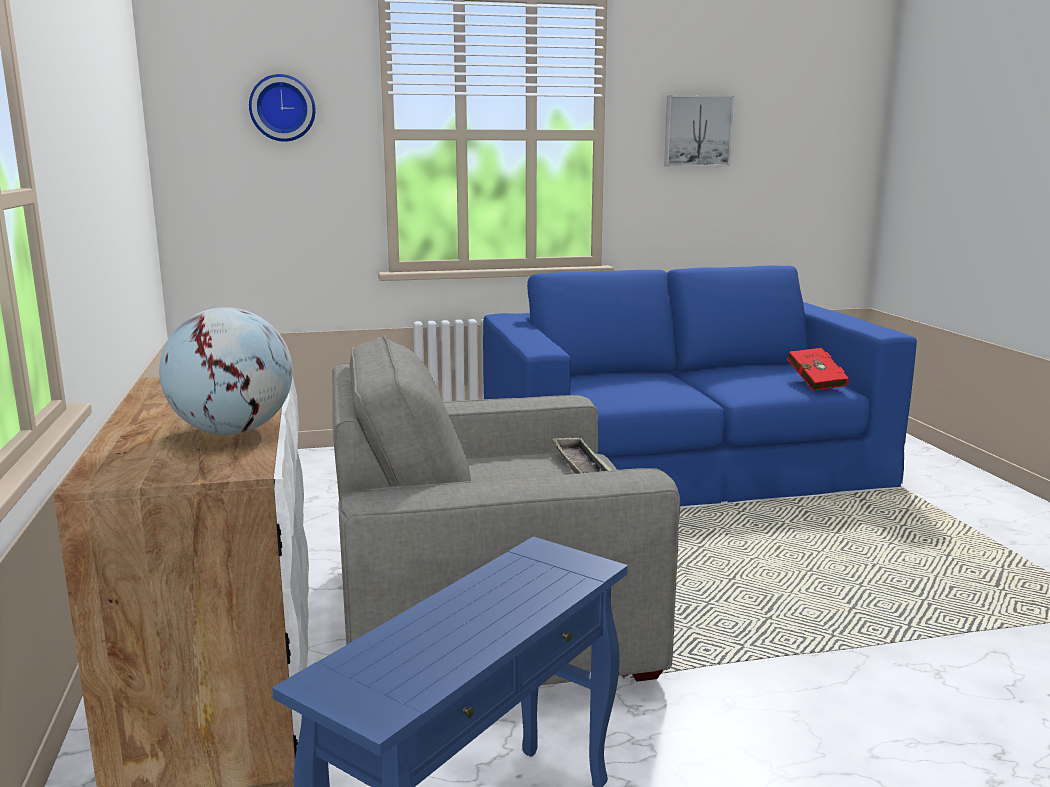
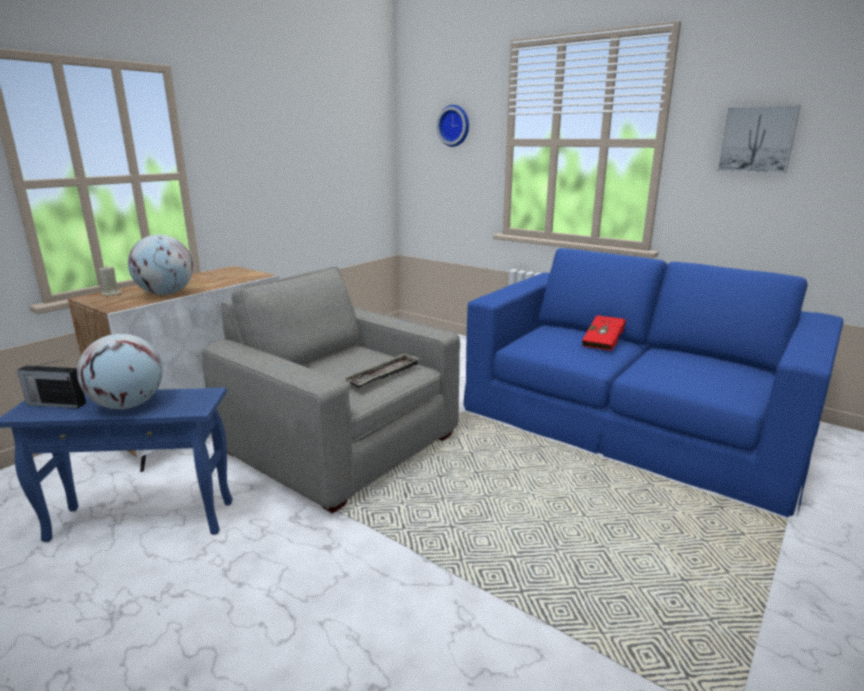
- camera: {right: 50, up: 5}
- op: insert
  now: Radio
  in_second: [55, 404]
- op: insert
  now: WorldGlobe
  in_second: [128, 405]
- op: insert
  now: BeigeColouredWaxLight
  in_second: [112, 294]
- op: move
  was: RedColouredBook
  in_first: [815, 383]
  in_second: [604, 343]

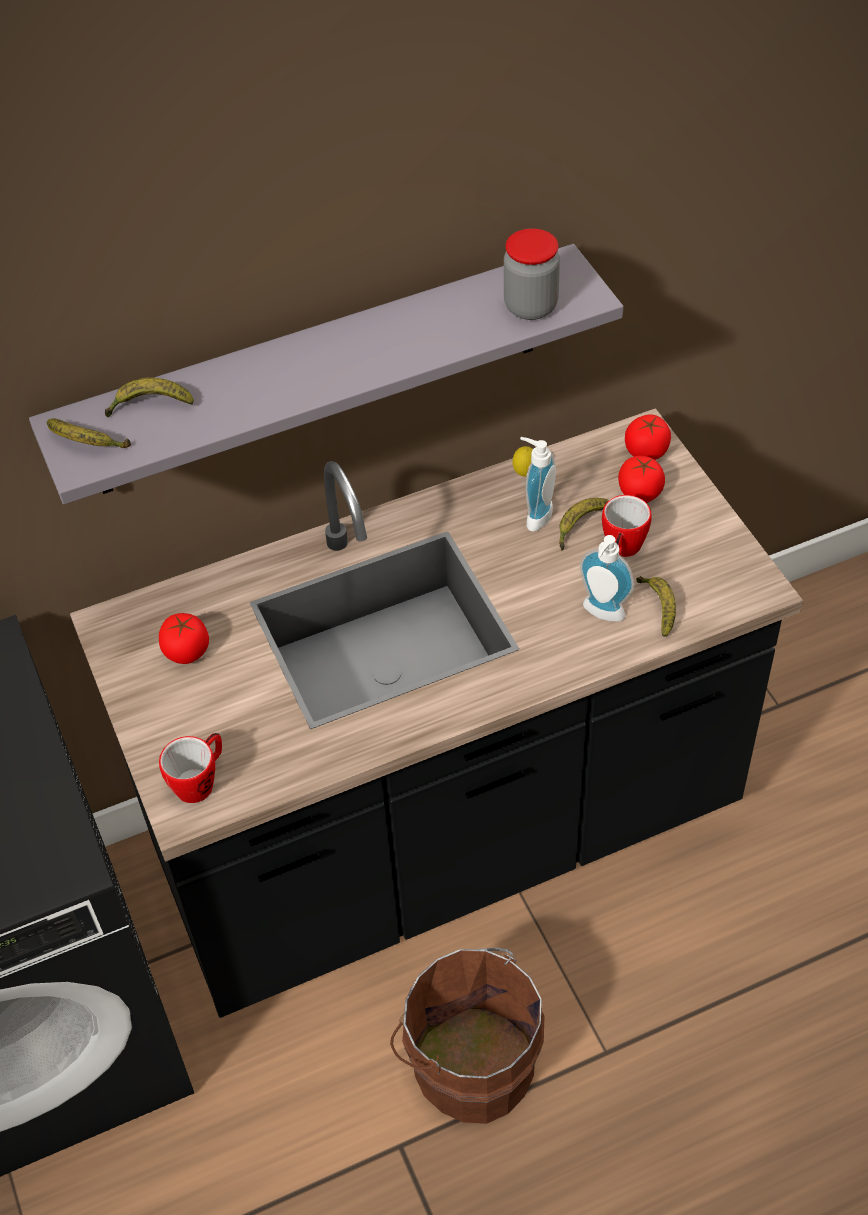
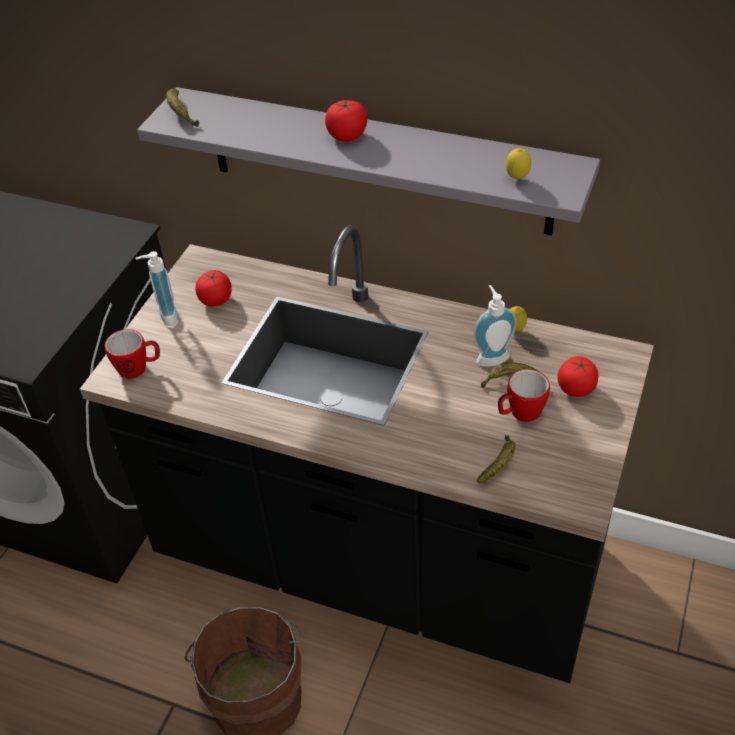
- camera: {right: 45, up: -5}
- op: delete
  was: BananaFruit
  in_first: [149, 405]
- op: move
  was: SoapBottle
  in_first: [601, 614]
  in_second: [165, 316]
- op: move
  was: Tomato
  in_first: [646, 451]
  in_second: [347, 135]
- op: replace
  was: StorageJar
  now: Lemon
  in_first: [530, 306]
  in_second: [517, 179]

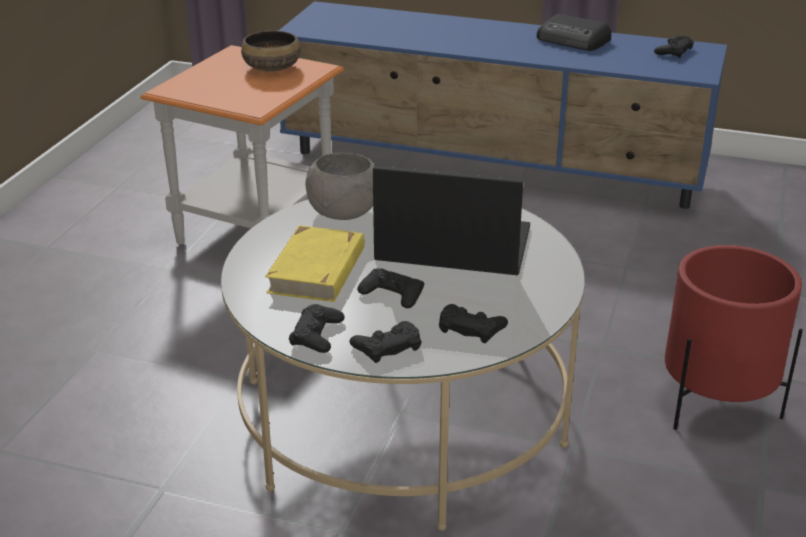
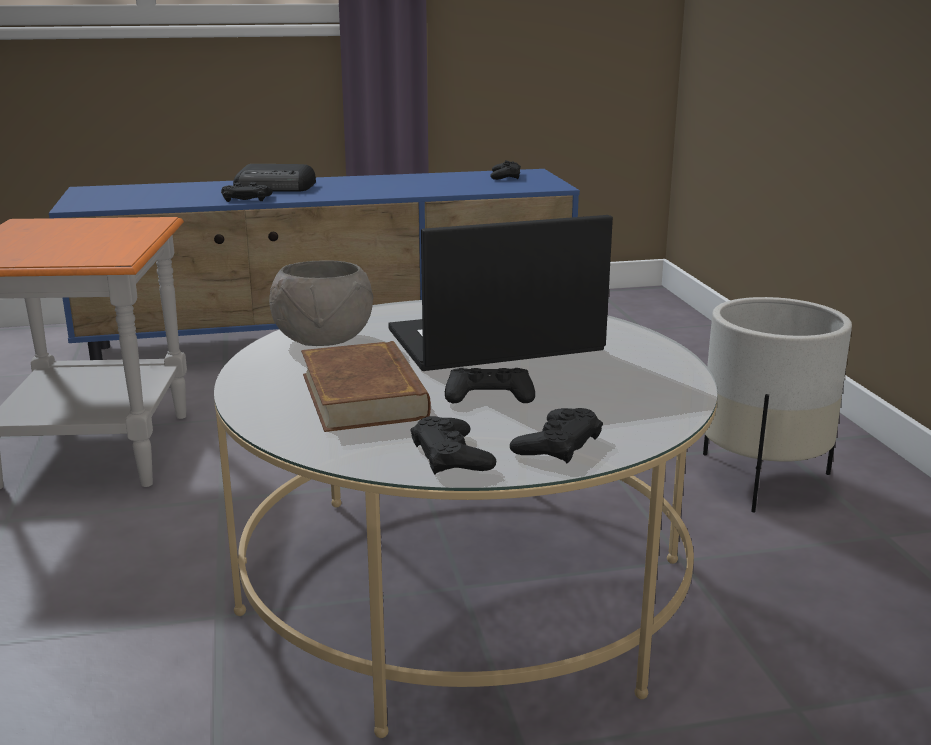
- camera: {right: -30, up: -10}
- op: delete
  was: DeepDish
  in_first: [271, 68]
- op: move
  was: BlackishJoypad
  in_first: [471, 328]
  in_second: [246, 198]
- op: move
  was: Radio
  in_first: [573, 40]
  in_second: [276, 187]
- op: recolor
  was: YellowColouredBook
  now: BrownColouredBook
  in_first: [318, 270]
  in_second: [364, 395]
- op: recolor
  was: RedColouredPlantPot
  now: WhiteColouredPlantPot
  in_first: [716, 403]
  in_second: [761, 479]

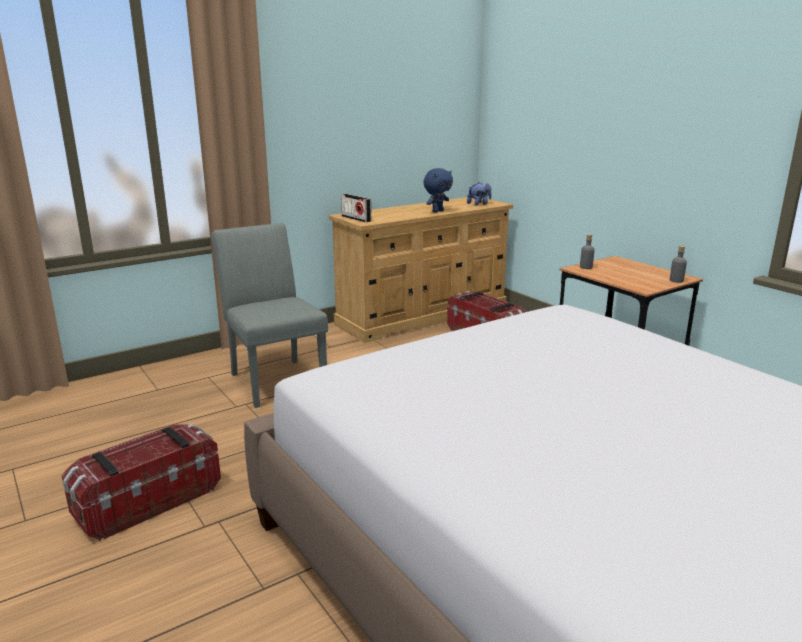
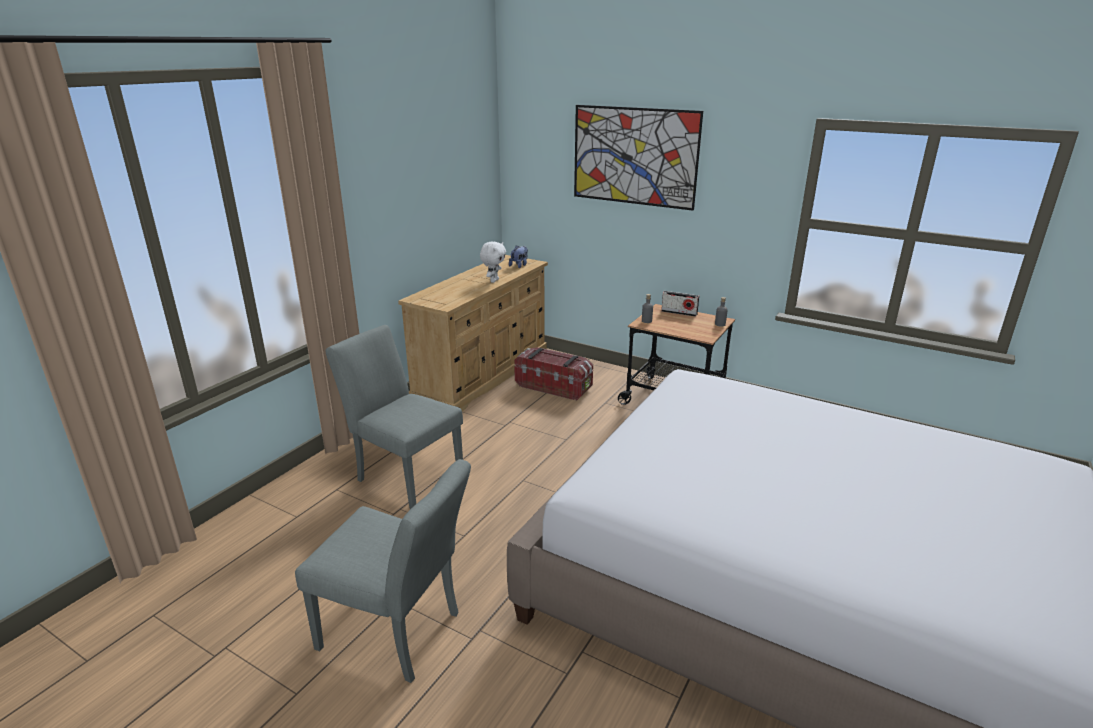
- camera: {right: -25, up: 5}
- op: insert
  now: WallArt
  in_second: [634, 156]
- op: move
  was: Radio
  in_first: [356, 219]
  in_second: [679, 313]
- op: replace
  was: StorageBox
  now: GrayChair
  in_first: [147, 501]
  in_second: [399, 634]
- op: recolor
  was: BlueColouredCuddlyToy
  now: WhiteColouredCuddlyToy
  in_first: [437, 211]
  in_second: [493, 281]

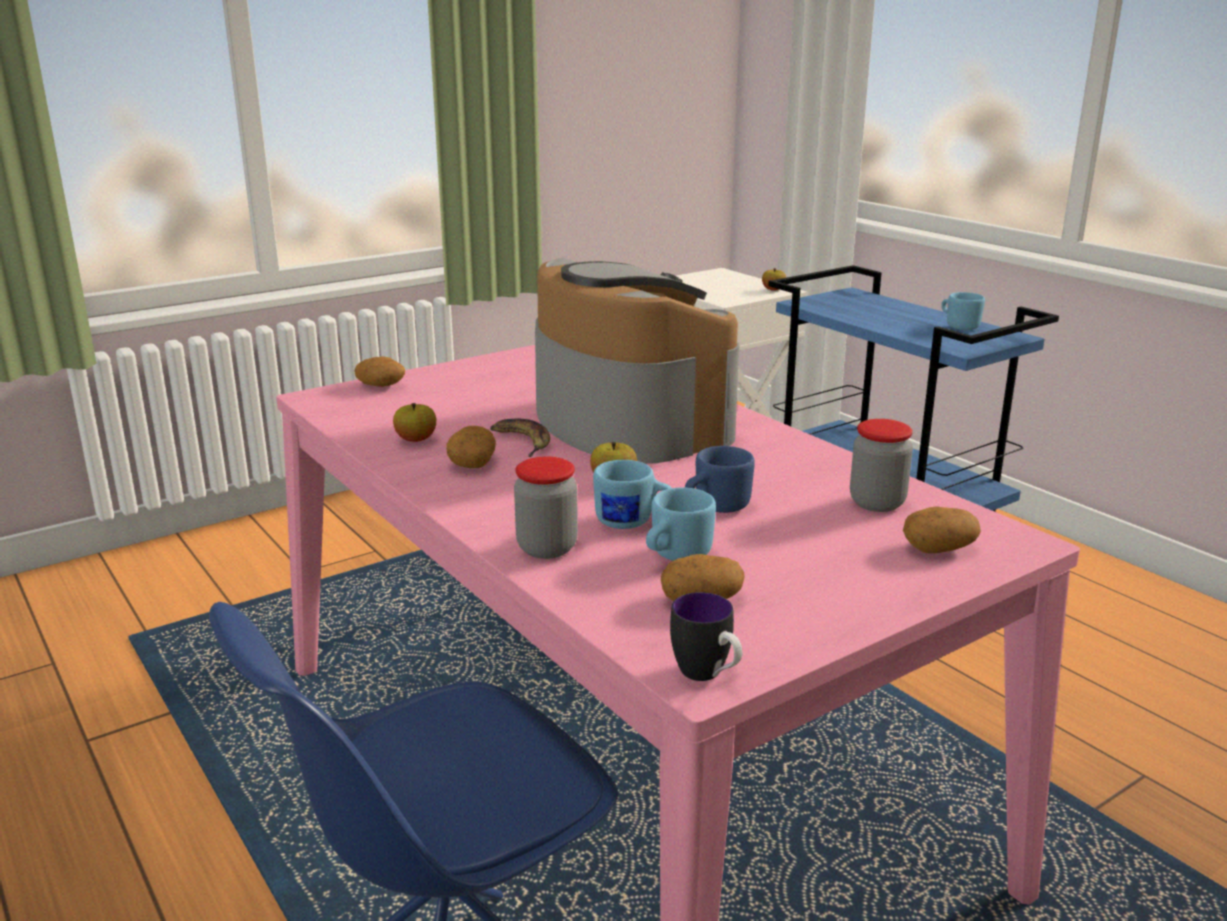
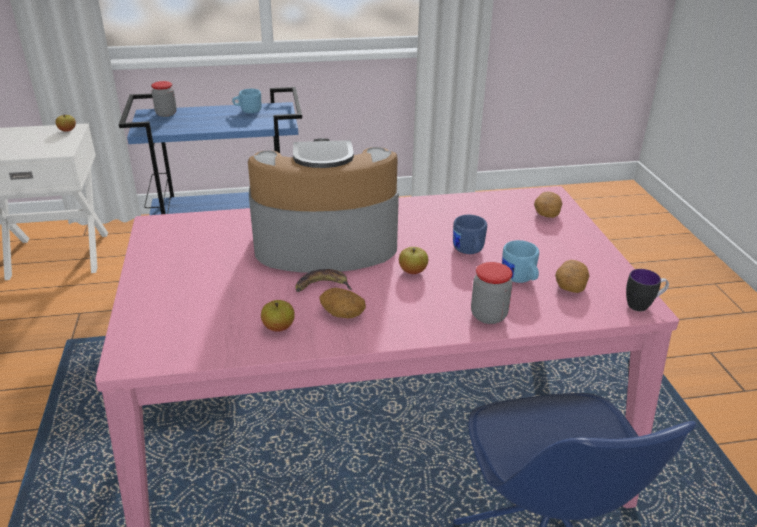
- camera: {right: -65, up: 10}
- op: delete
  was: Spud
  in_first: [382, 385]
- op: delete
  was: BlueColouredMug
  in_first: [633, 522]
- op: move
  was: StorageJar
  in_first: [877, 503]
  in_second: [166, 114]

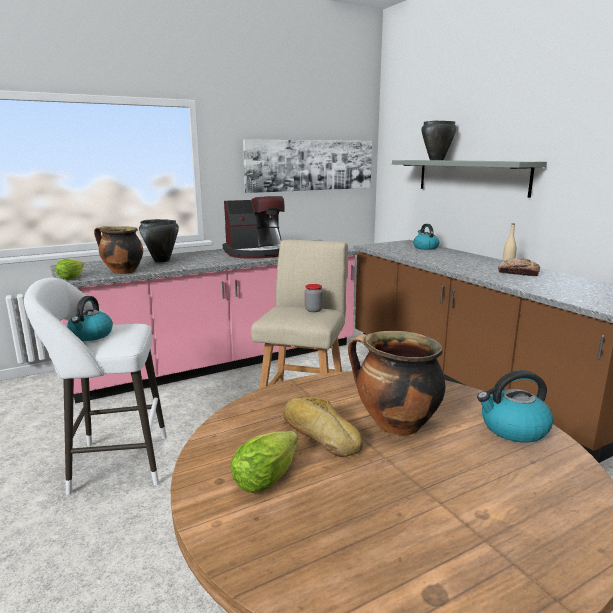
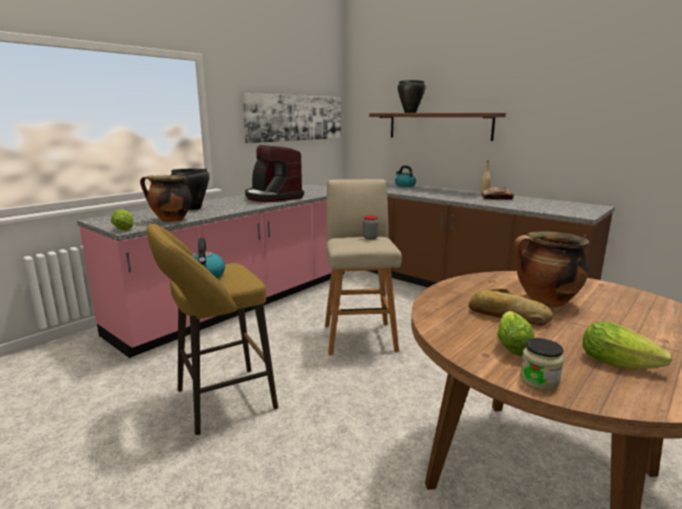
- camera: {right: -20, up: 0}
- op: delete
  was: Kettle
  in_first: [513, 429]
- op: insert
  now: StorageJar
  in_second: [539, 380]
- op: insert
  now: Lettuce
  in_second: [622, 364]
- op: recolor
  was: WhiteColouredStool
  now: YellowColouredStool
  in_first: [113, 464]
  in_second: [219, 400]
- op: recolor
  was: GrayWallShelf
  now: BrownColouredWallShelf
  in_first: [471, 176]
  in_second: [439, 126]
- op: rotate
  was: CoffeeBrewer
  in_first: [256, 253]
  in_second: [272, 197]
  clockwise: 90

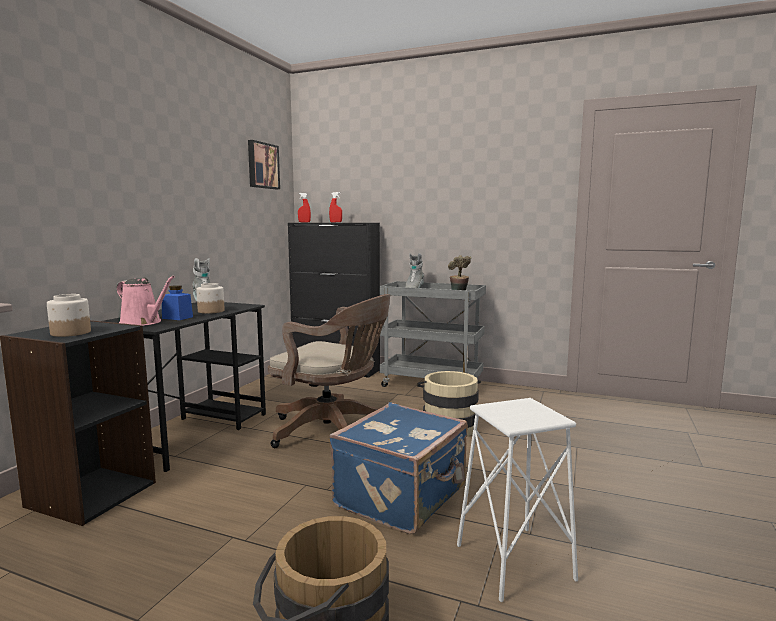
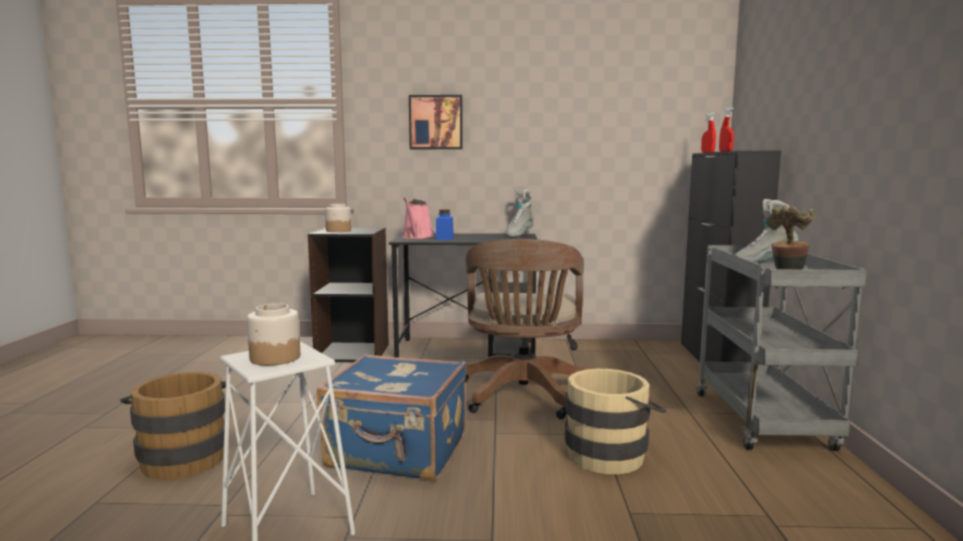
- camera: {right: 70, up: 0}
- op: move
  was: StorageJar
  in_first: [210, 311]
  in_second: [275, 358]
- op: move
  was: WallArt
  in_first: [262, 165]
  in_second: [436, 122]

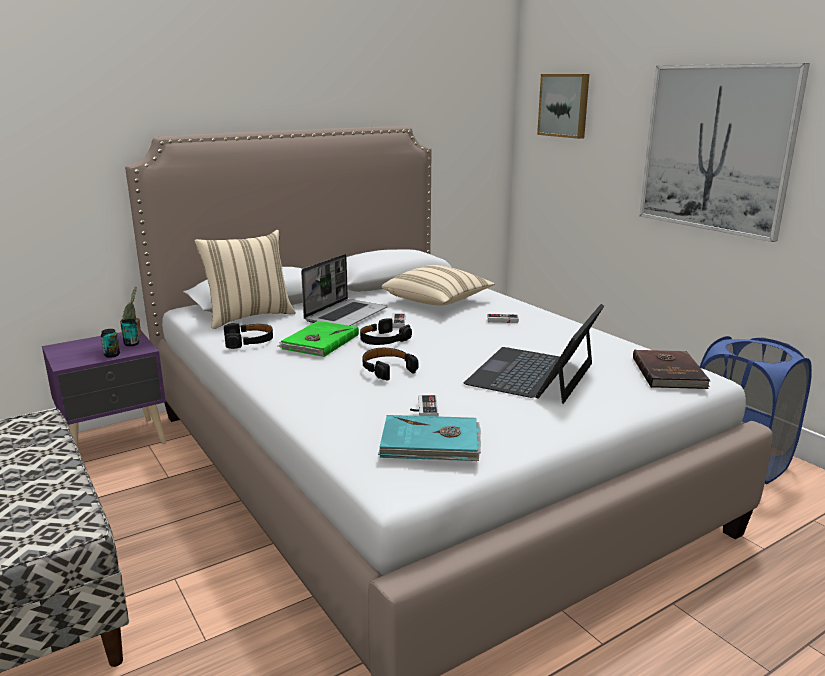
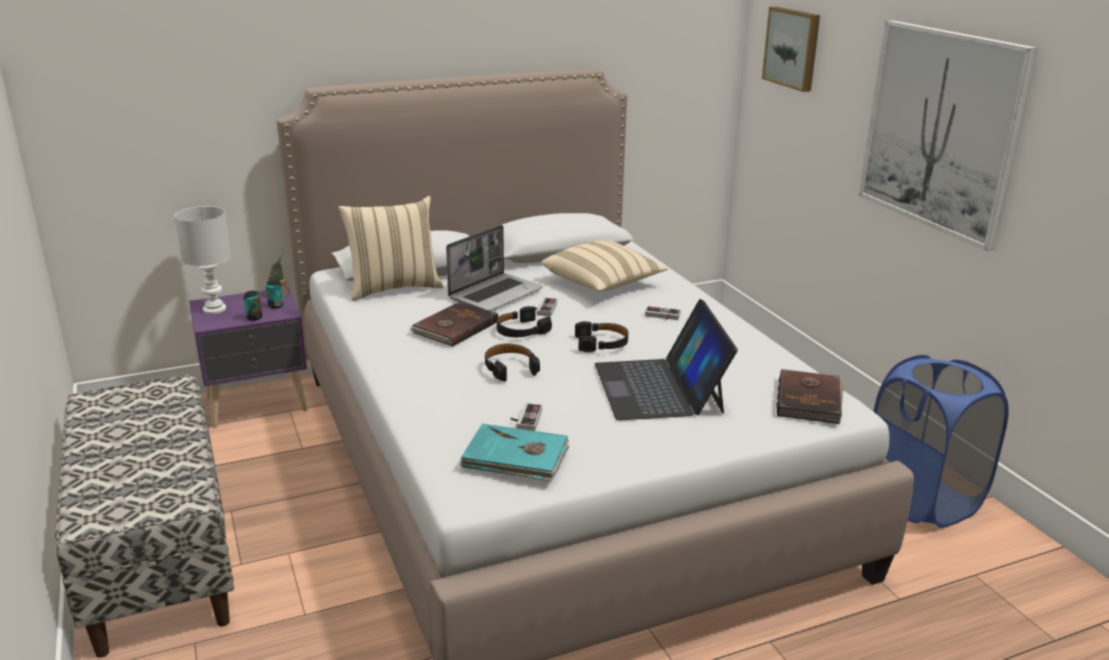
- camera: {right: 10, up: 5}
- op: insert
  now: WhiteColouredLampForATable
  in_second: [214, 310]
- op: move
  was: BlackishPairOfHeadphones
  in_first: [249, 341]
  in_second: [602, 343]
- op: recolor
  was: GreenColouredBook
  now: BrownColouredBook
  in_first: [319, 342]
  in_second: [454, 327]
- op: rotate
  was: Laptop
  in_first: [533, 374]
  in_second: [659, 388]
  clockwise: -45

